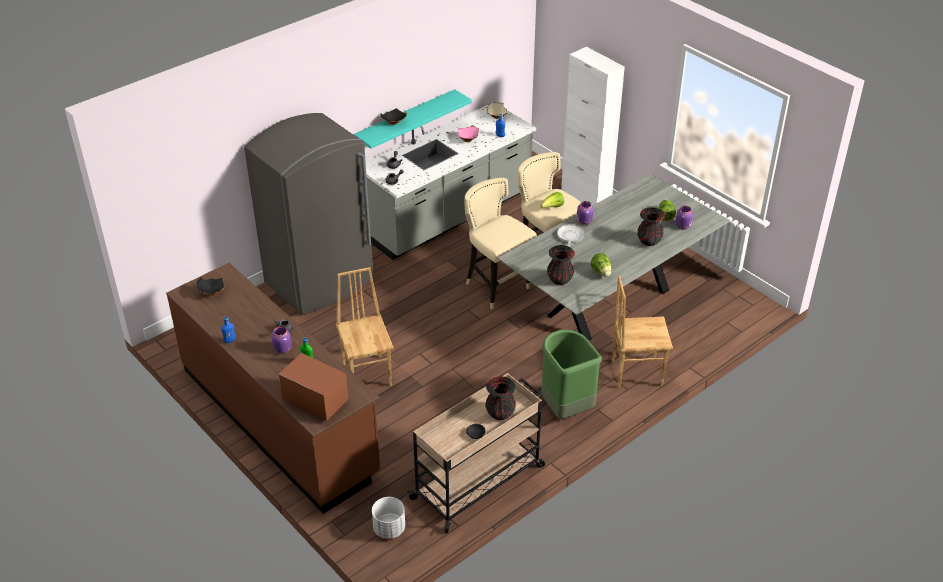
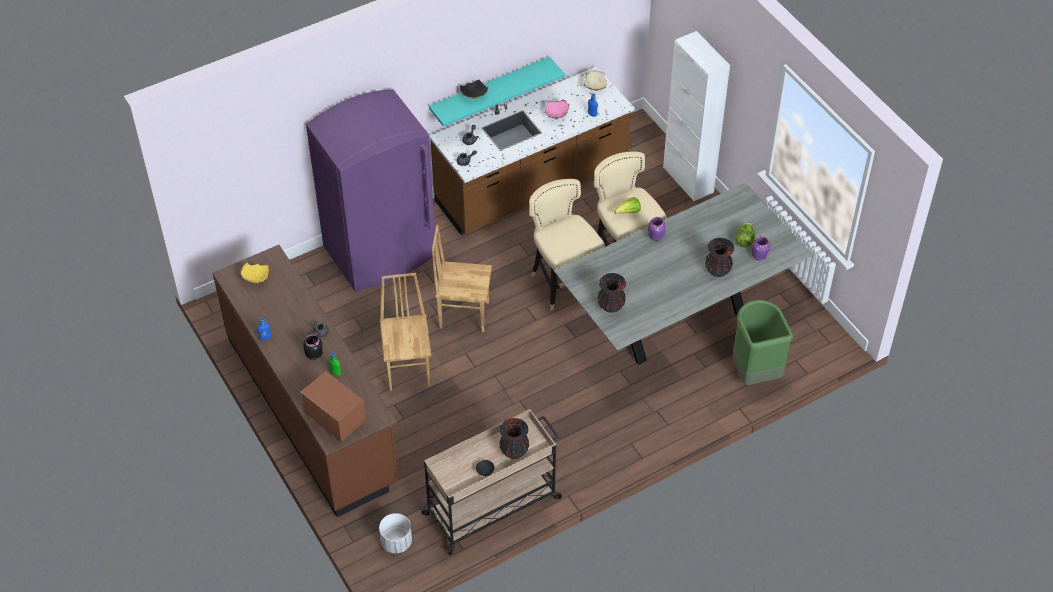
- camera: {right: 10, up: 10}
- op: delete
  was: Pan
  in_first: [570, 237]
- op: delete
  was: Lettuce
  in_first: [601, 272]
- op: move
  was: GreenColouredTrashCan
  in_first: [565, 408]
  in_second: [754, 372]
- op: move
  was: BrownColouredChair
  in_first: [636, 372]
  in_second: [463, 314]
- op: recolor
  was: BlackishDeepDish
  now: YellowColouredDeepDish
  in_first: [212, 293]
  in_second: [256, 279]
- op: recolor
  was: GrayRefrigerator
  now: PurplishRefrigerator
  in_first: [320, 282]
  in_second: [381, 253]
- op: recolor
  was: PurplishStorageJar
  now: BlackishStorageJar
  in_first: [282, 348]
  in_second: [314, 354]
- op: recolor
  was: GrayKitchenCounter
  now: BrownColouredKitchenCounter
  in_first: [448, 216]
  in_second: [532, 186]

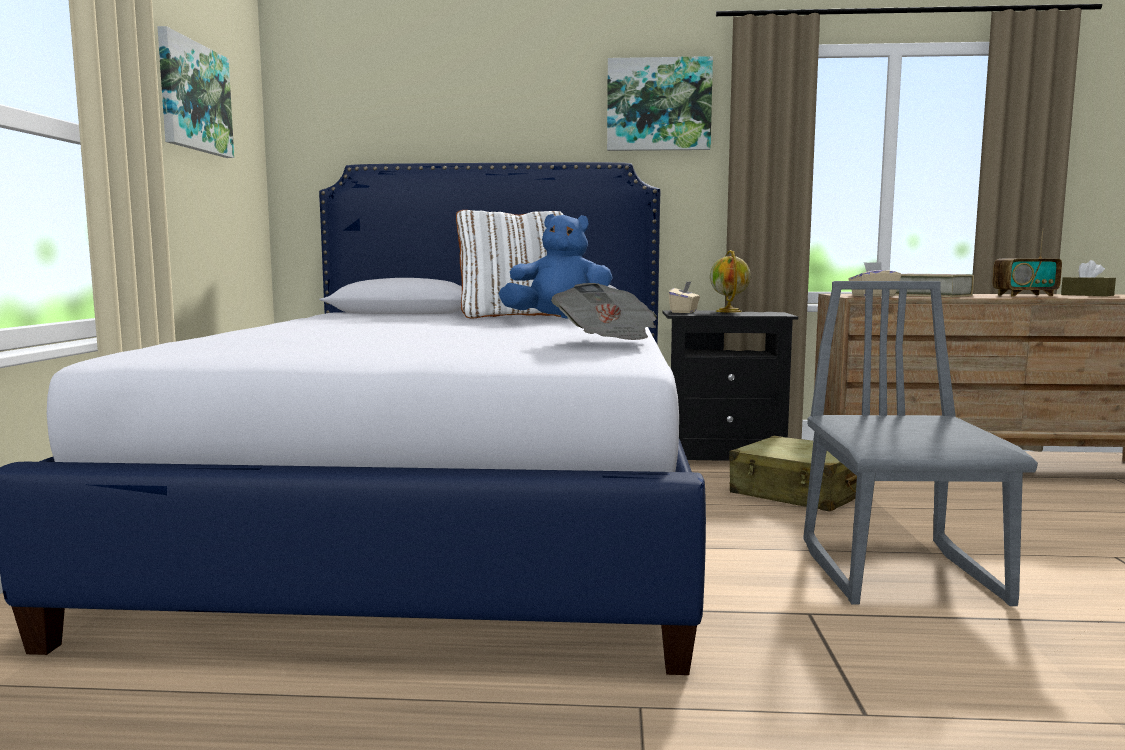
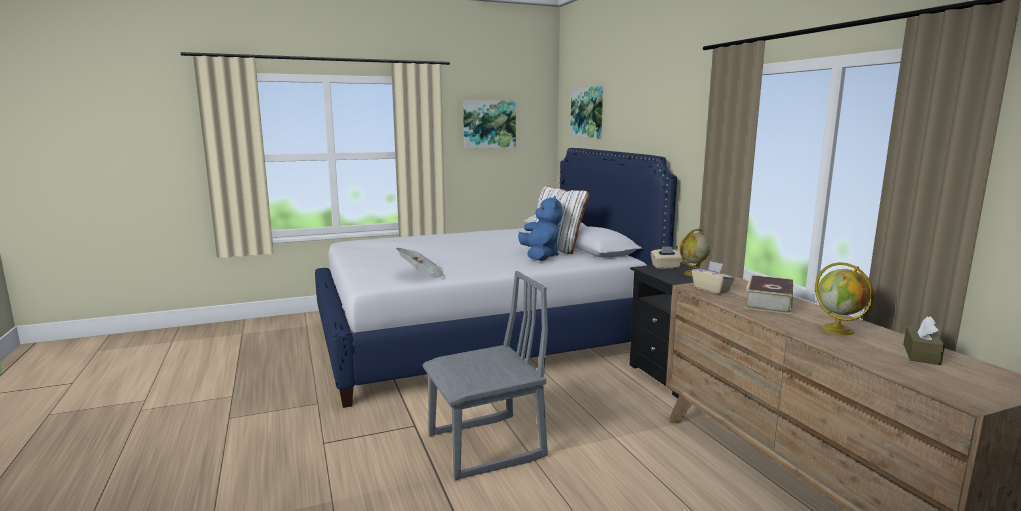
- camera: {right: 65, up: 5}
- op: delete
  was: BeigeColouredPieceOfLuggage
  in_first: [800, 493]
- op: move
  was: WallArt
  in_first: [658, 105]
  in_second: [588, 112]
- op: replace
  was: Radio
  now: WorldGlobe
  in_first: [1024, 295]
  in_second: [838, 330]

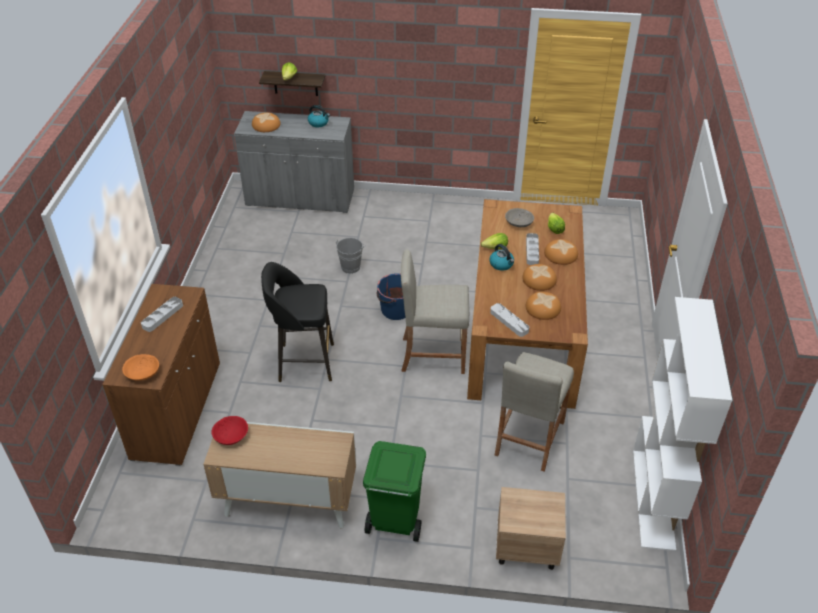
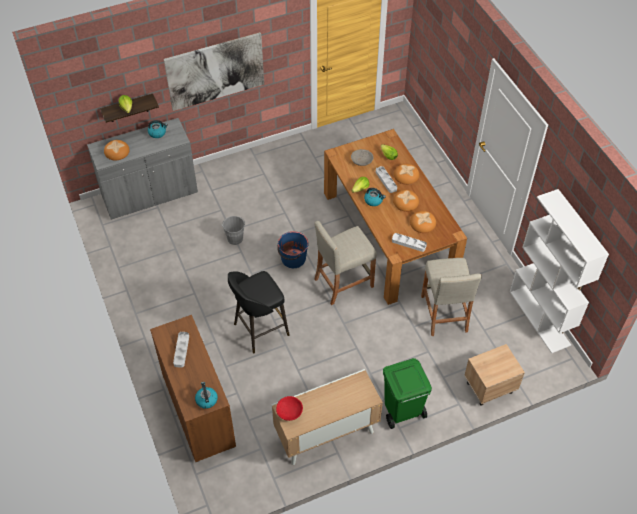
- camera: {right: -30, up: 10}
- op: insert
  now: WallArt
  in_second: [215, 71]
- op: replace
  was: OrangeColouredDeepDish
  now: Kettle
  in_first: [142, 373]
  in_second: [206, 399]

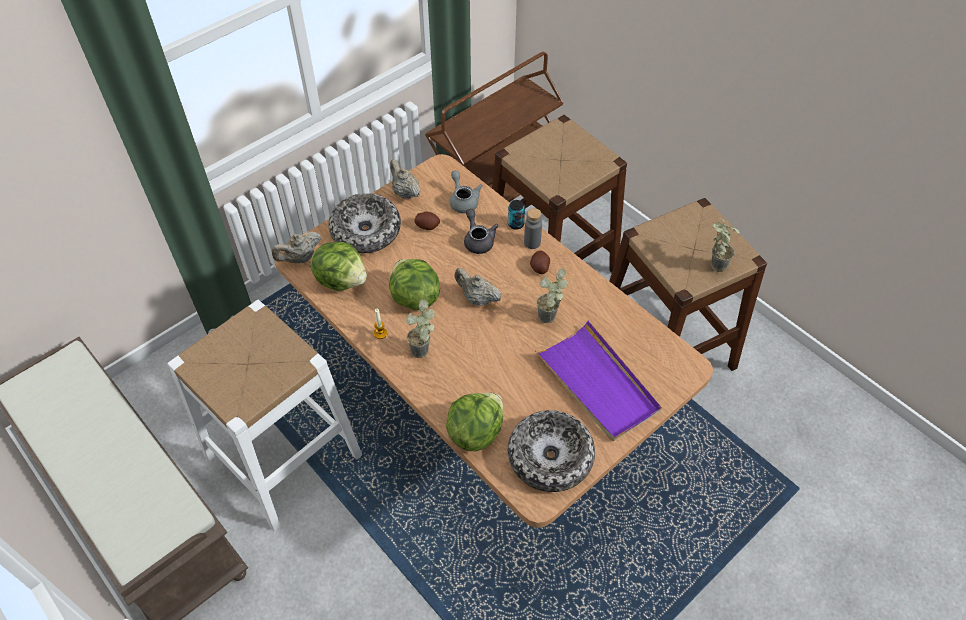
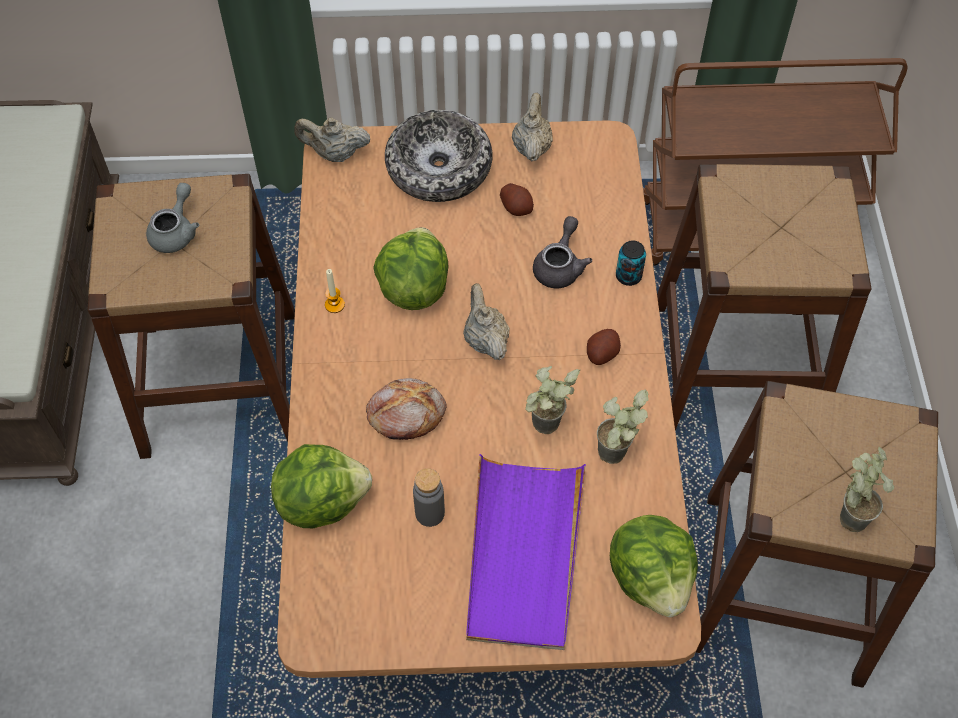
- camera: {right: 40, up: 5}
- op: delete
  was: DeepDish
  in_first: [550, 457]
- op: insert
  now: BakedBread
  in_second: [405, 413]
- op: move
  was: Lettuce
  in_first: [342, 280]
  in_second: [651, 578]
- op: move
  was: PottedPlant
  in_first: [424, 353]
  in_second: [614, 460]
- op: move
  was: GrayTeapot
  in_first: [463, 201]
  in_second: [176, 232]
- op: move
  was: GrayDrinkBottle
  in_first: [532, 242]
  in_second: [430, 513]
- op: recolor
  was: WhiteColouredStool
  now: BrownColouredStool
  in_first: [283, 456]
  in_second: [220, 382]

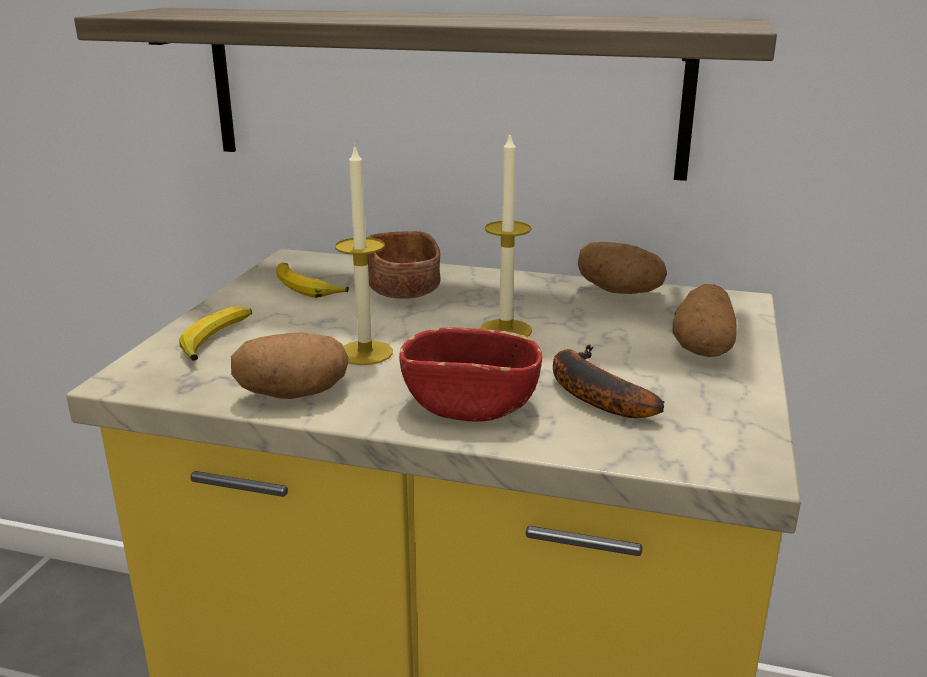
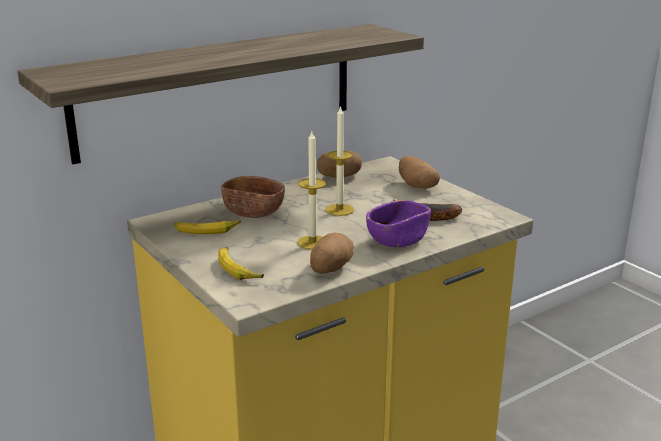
- camera: {right: -50, up: 0}
- op: recolor
  was: RedColouredDeepDish
  now: PurplishDeepDish
  in_first: [470, 405]
  in_second: [397, 240]

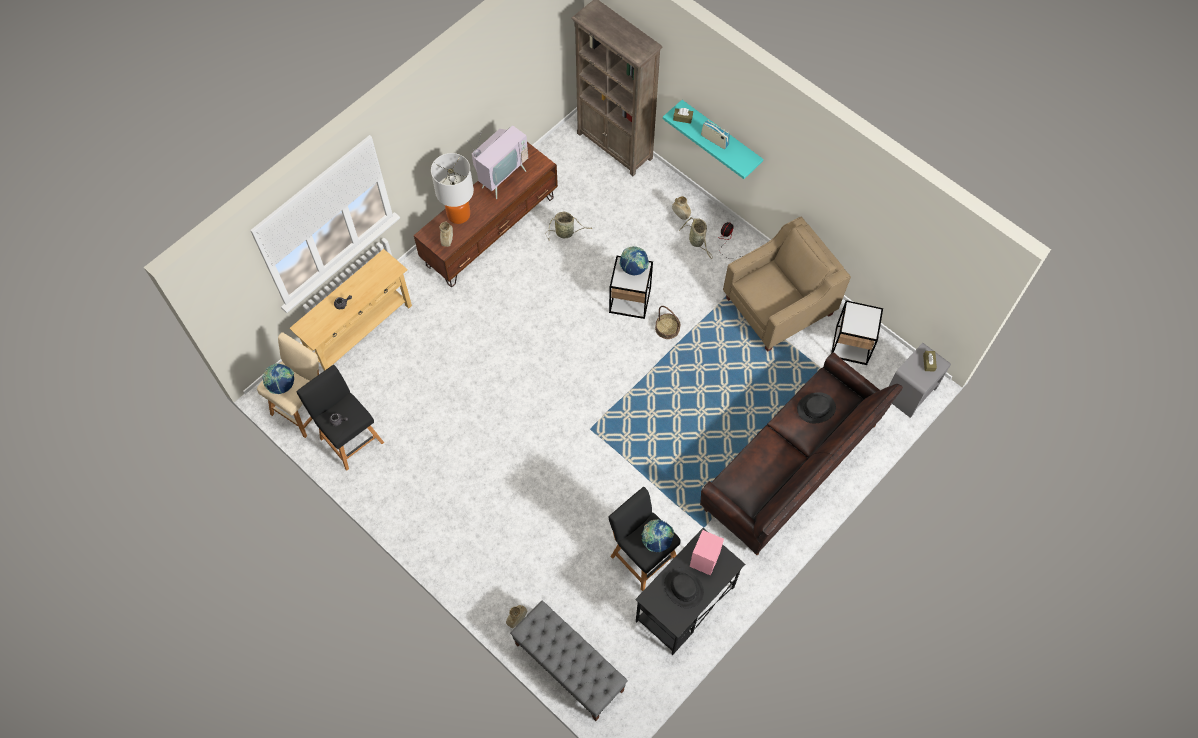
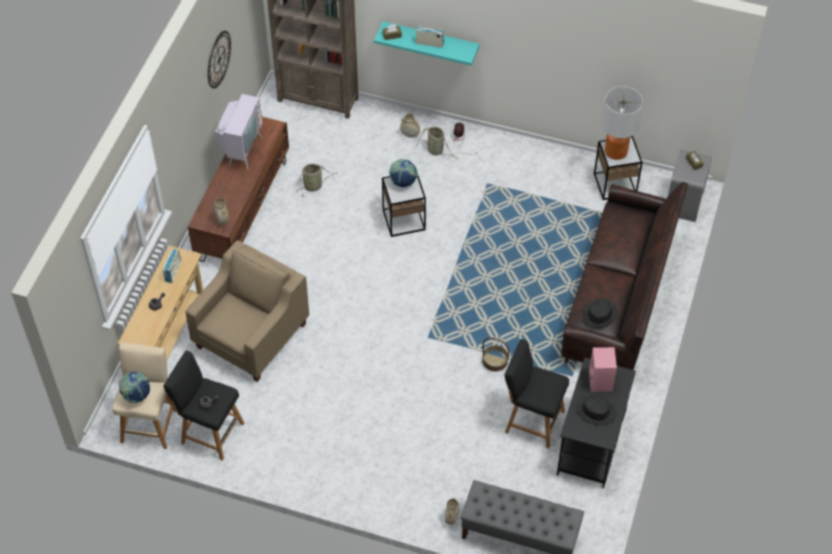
- camera: {right: -25, up: -10}
- op: delete
  was: WorldGlobe
  in_first: [656, 540]
- op: insert
  now: Radio
  in_second: [173, 271]
- op: insert
  now: ClockOnTheWall
  in_second: [219, 59]
- op: move
  was: LampForATable
  in_first: [459, 214]
  in_second: [616, 151]
- op: move
  was: HouseholdBasket
  in_first: [667, 328]
  in_second: [494, 361]
- op: move
  was: BeigeColouredArmchair
  in_first: [779, 306]
  in_second: [252, 336]
- op: move
  was: BlackishHat
  in_first: [816, 408]
  in_second: [600, 314]

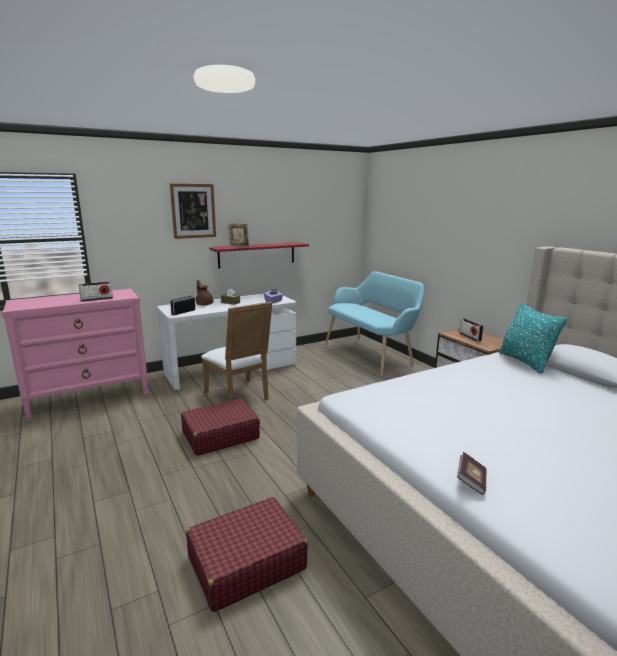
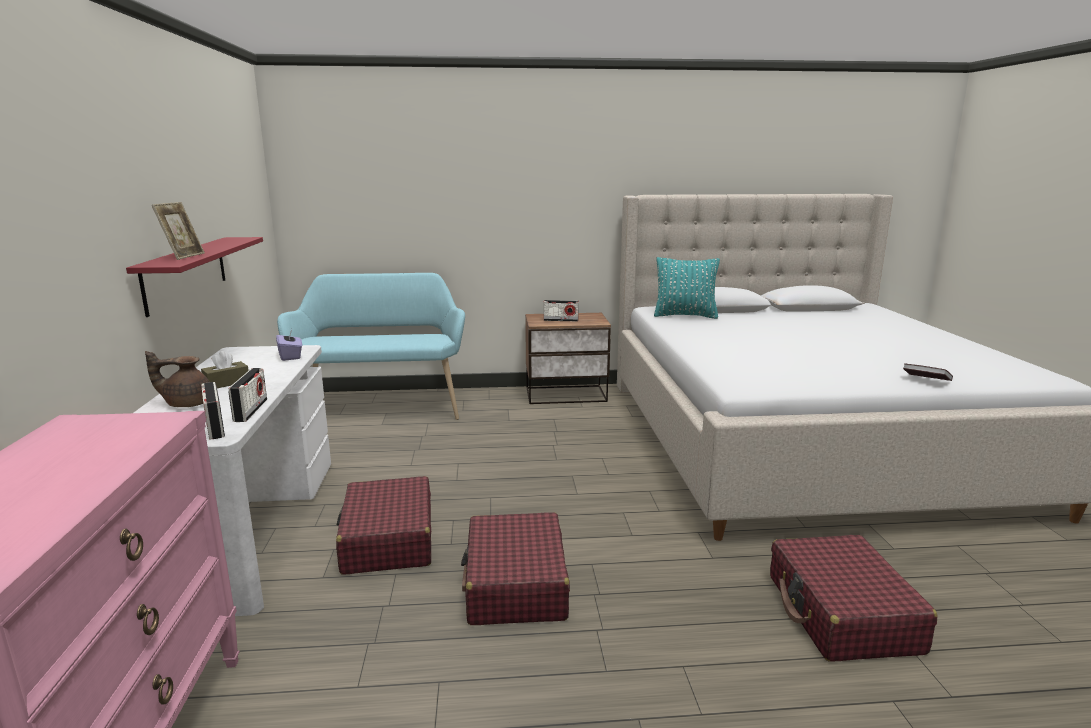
- camera: {right: -65, up: 0}
- op: delete
  was: WallArt
  in_first: [193, 211]
- op: move
  was: Radio
  in_first: [97, 299]
  in_second: [251, 410]
- op: replace
  was: WhiteColouredChair
  now: RedColouredPieceOfLuggage
  in_first: [239, 396]
  in_second: [388, 540]

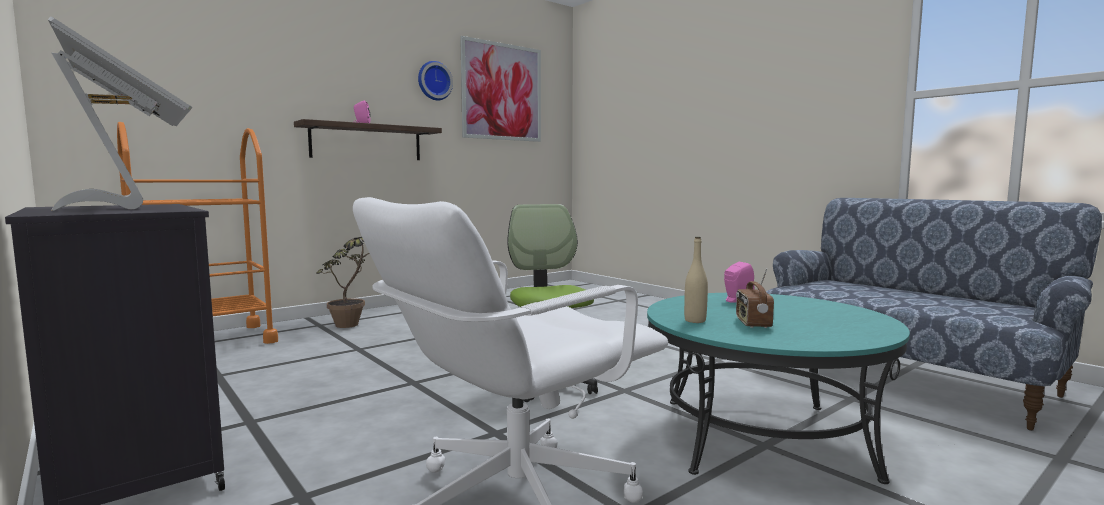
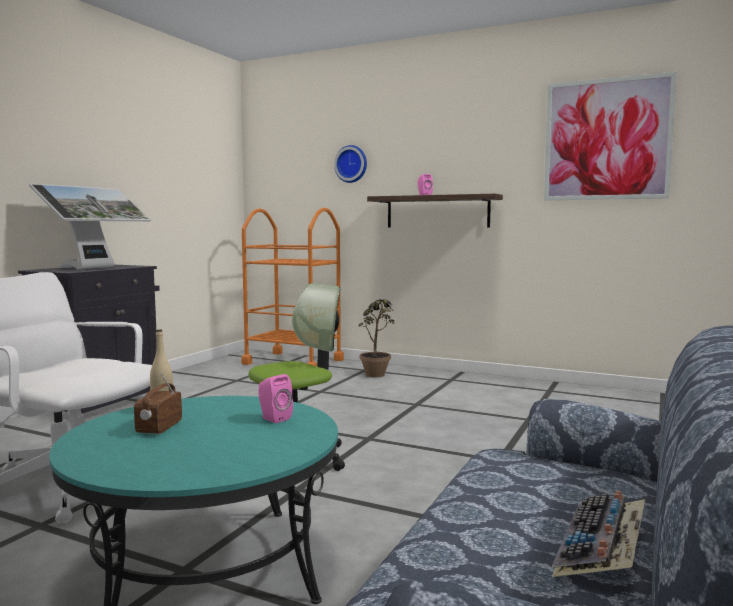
- camera: {right: 65, up: 0}
- op: insert
  now: Keyboard
  in_second: [601, 550]
- op: move
  was: ClockOnTheWall
  in_first: [434, 81]
  in_second: [351, 164]
- op: rotate
  was: Radio
  in_first: [752, 323]
  in_second: [158, 428]
  clockwise: -60

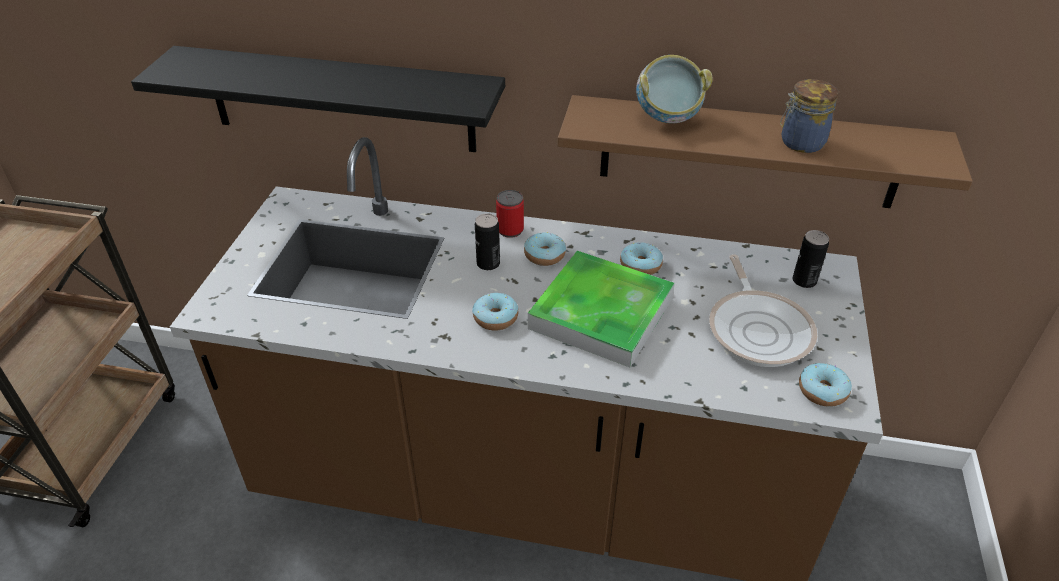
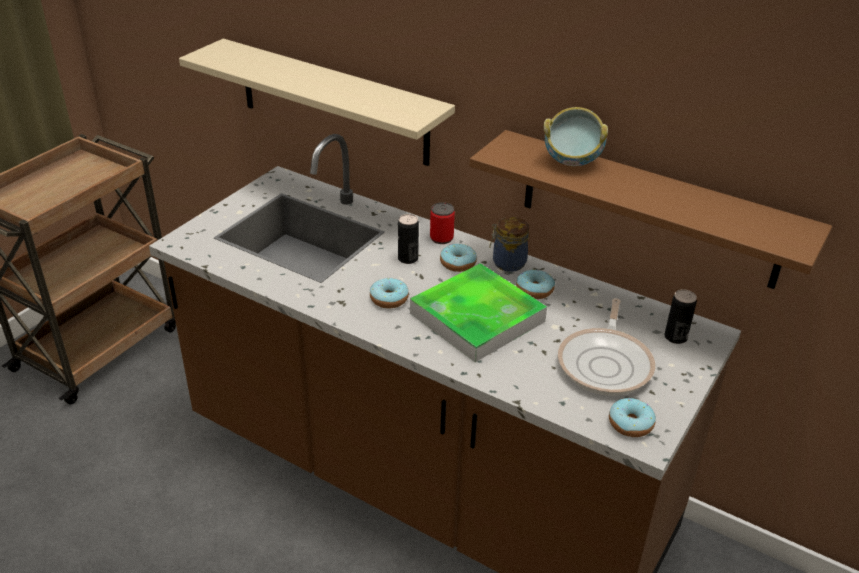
- camera: {right: 20, up: -5}
- op: move
  was: StorageJar
  in_first: [800, 143]
  in_second: [507, 263]
- op: recolor
  was: BlackishWallShelf
  now: BeigeColouredWallShelf
  in_first: [340, 99]
  in_second: [333, 102]

